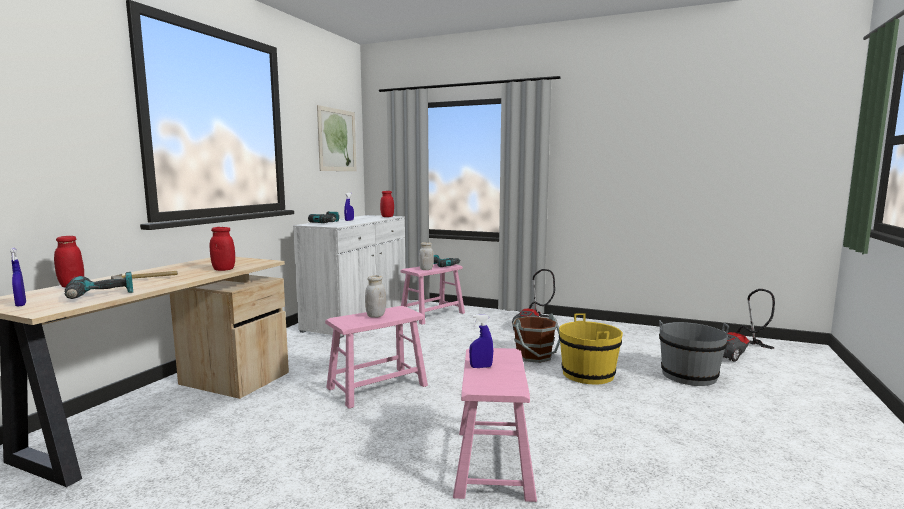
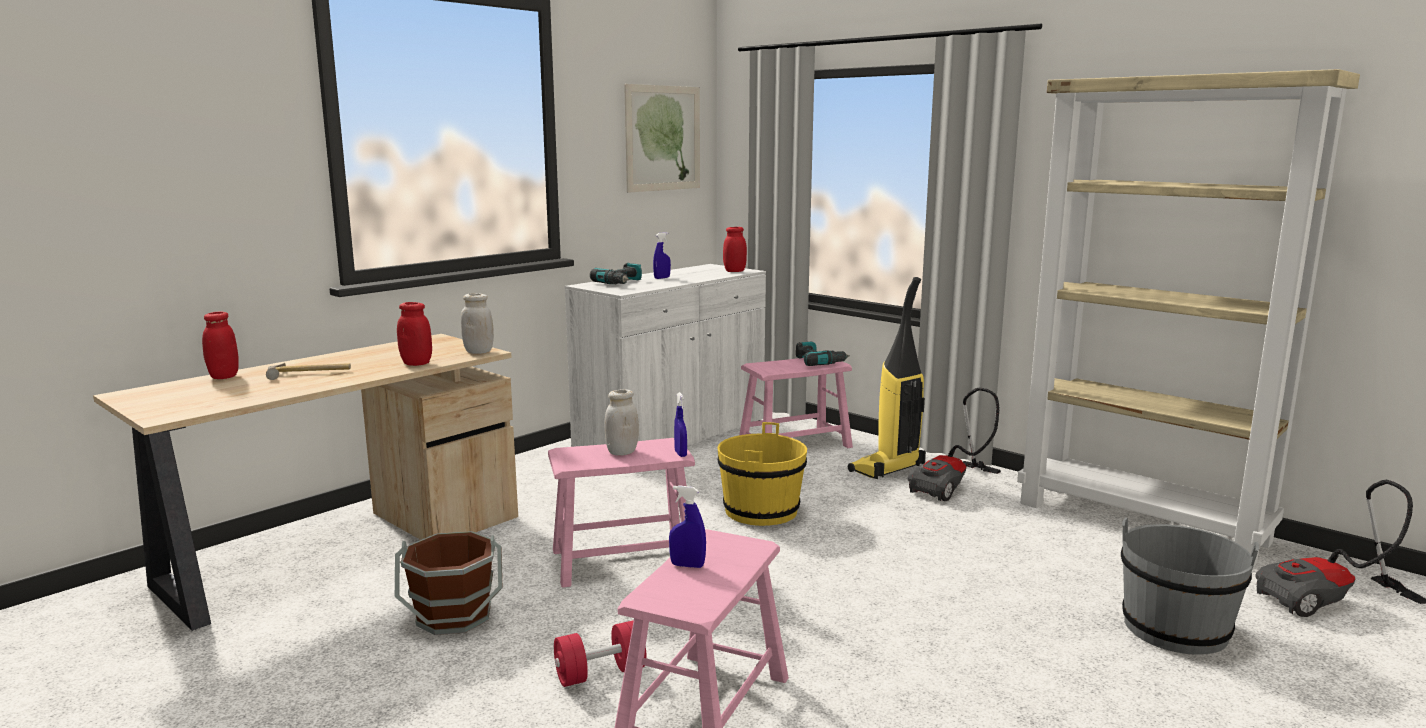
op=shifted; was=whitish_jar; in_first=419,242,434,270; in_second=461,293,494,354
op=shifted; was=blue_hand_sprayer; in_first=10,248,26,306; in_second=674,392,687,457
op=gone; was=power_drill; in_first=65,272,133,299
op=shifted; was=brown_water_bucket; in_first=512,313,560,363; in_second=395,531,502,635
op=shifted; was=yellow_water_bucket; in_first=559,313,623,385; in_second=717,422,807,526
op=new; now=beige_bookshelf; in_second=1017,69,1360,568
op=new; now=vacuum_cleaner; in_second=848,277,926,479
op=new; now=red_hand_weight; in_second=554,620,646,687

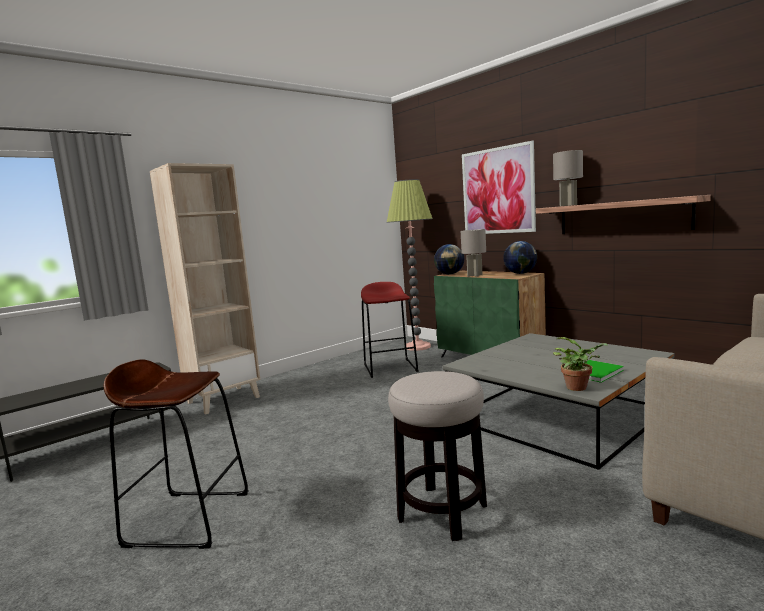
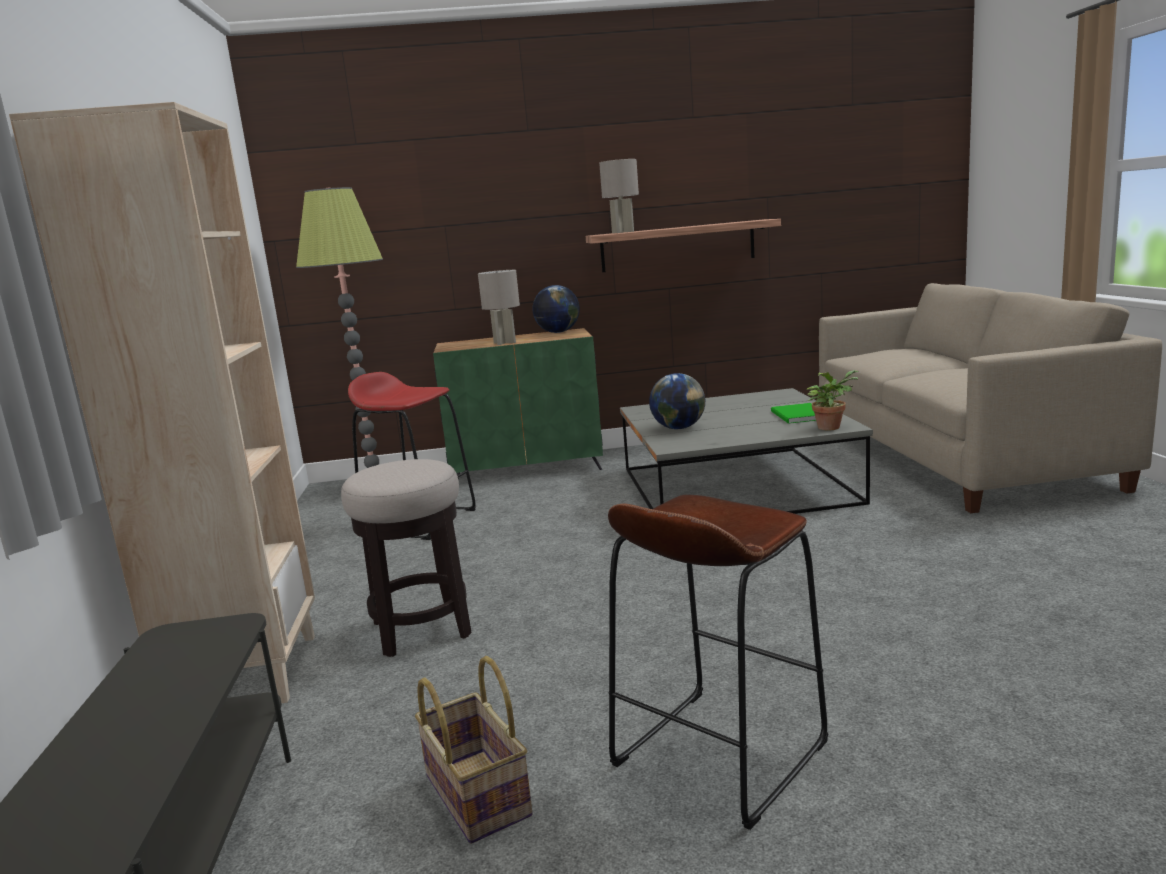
op=gone; was=wall_picture; in_first=462,141,536,234
op=shifted; was=desk_globe; in_first=434,244,464,274; in_second=649,373,705,429
op=shifted; was=stool_seat; in_first=388,371,487,541; in_second=341,459,472,657
op=new; now=storage_basket; in_second=415,656,533,844

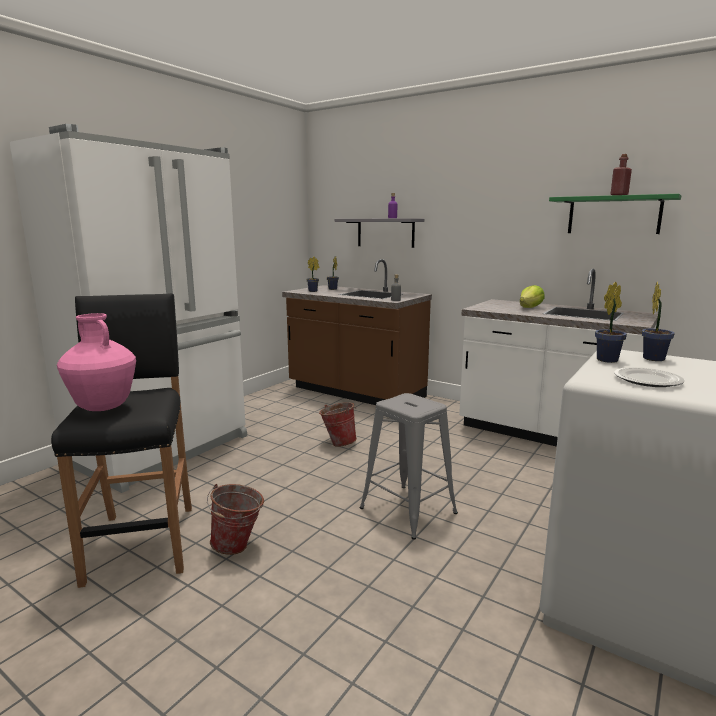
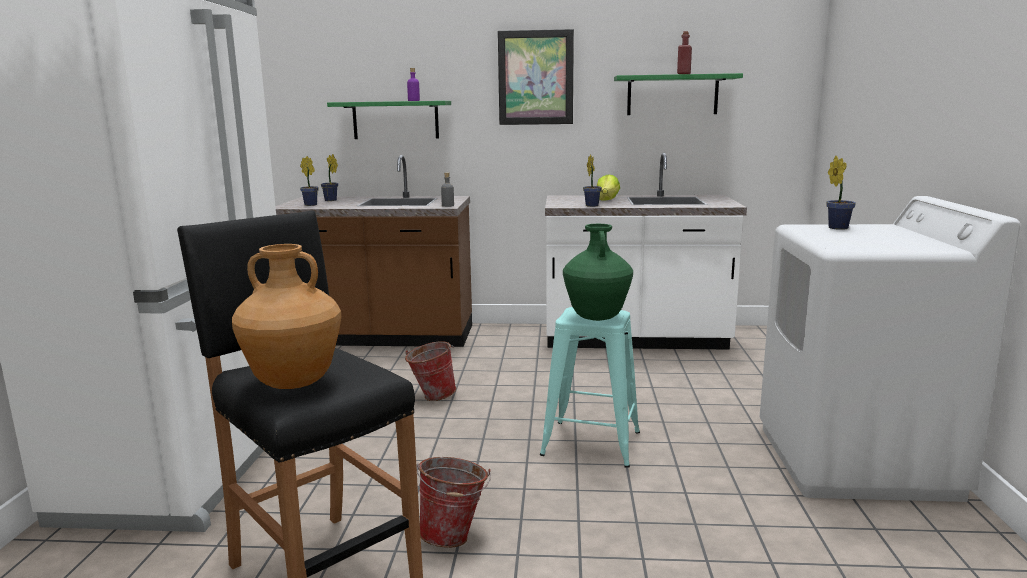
op=repainted; was=gray_bracket_shelf; now=green_bracket_shelf; in_first=335,218,424,248; in_second=327,101,451,139
op=shifted; was=potted_plant; in_first=595,282,627,363; in_second=583,155,602,207
op=repainted; was=pinkish_decorative_vase; now=brown_decorative_vase; in_first=57,313,136,411; in_second=232,244,341,389
op=gone; was=plate; in_first=614,367,685,387
op=repainted; was=gray_stool_seat; now=blue-green_stool_seat; in_first=360,393,458,540; in_second=540,307,640,468
op=new; now=wall_picture; in_second=498,29,574,125
op=new; now=green_decorative_vase; in_second=563,224,633,321

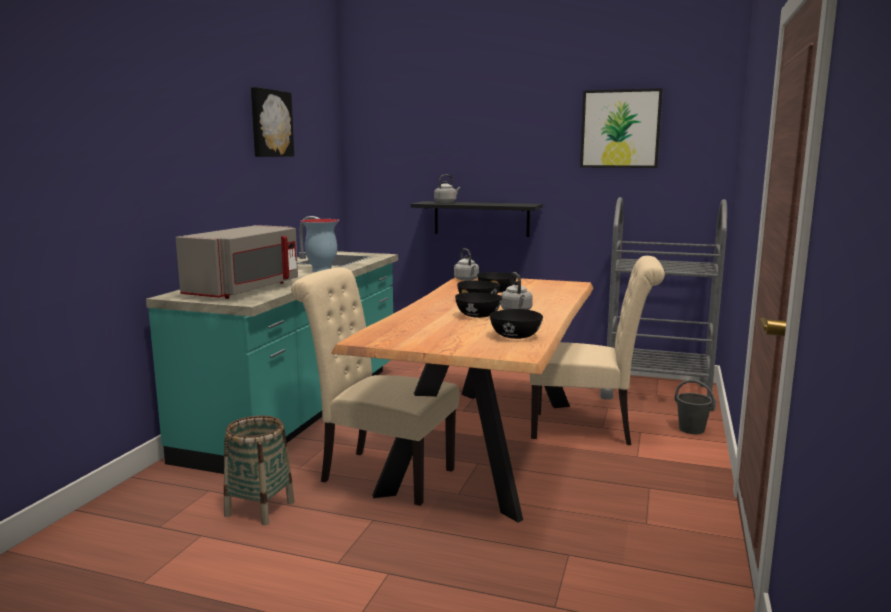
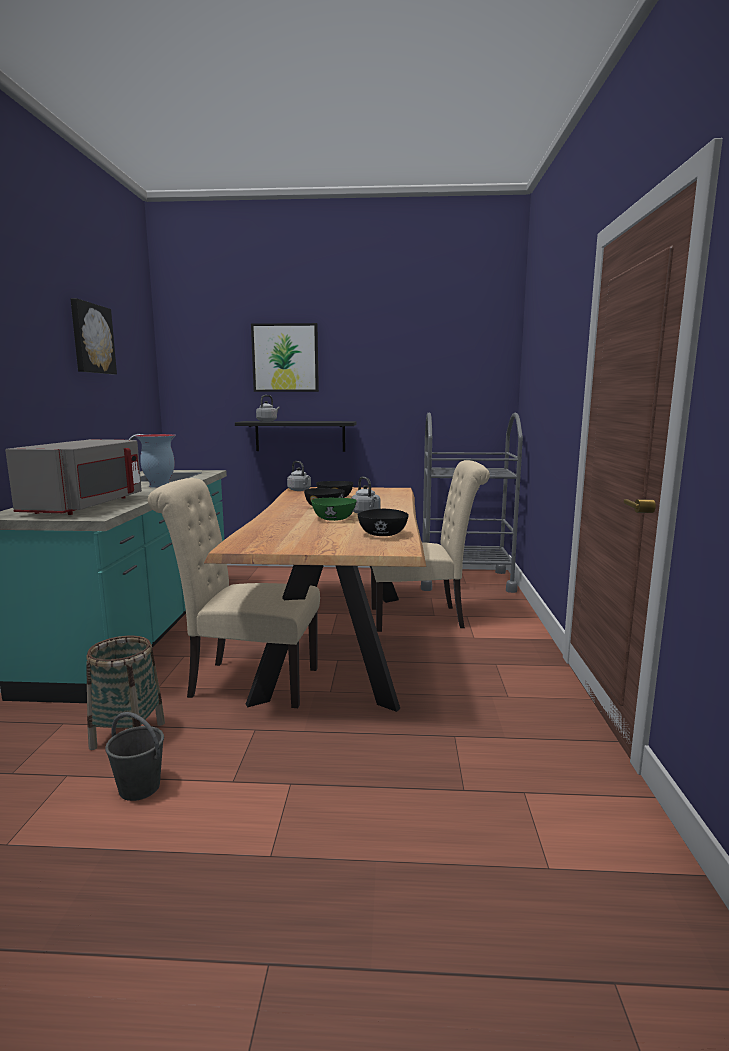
op=shifted; was=wall_picture; in_first=580,88,663,168; in_second=251,323,319,392
op=repainted; was=black_deep_dish; now=green_deep_dish; in_first=455,293,502,318; in_second=311,498,357,521
op=shifted; was=gray_water_bucket; in_first=675,380,715,434; in_second=105,712,164,801

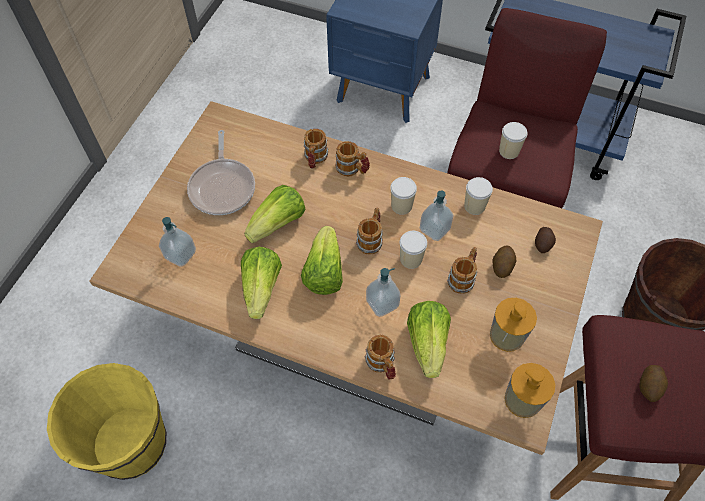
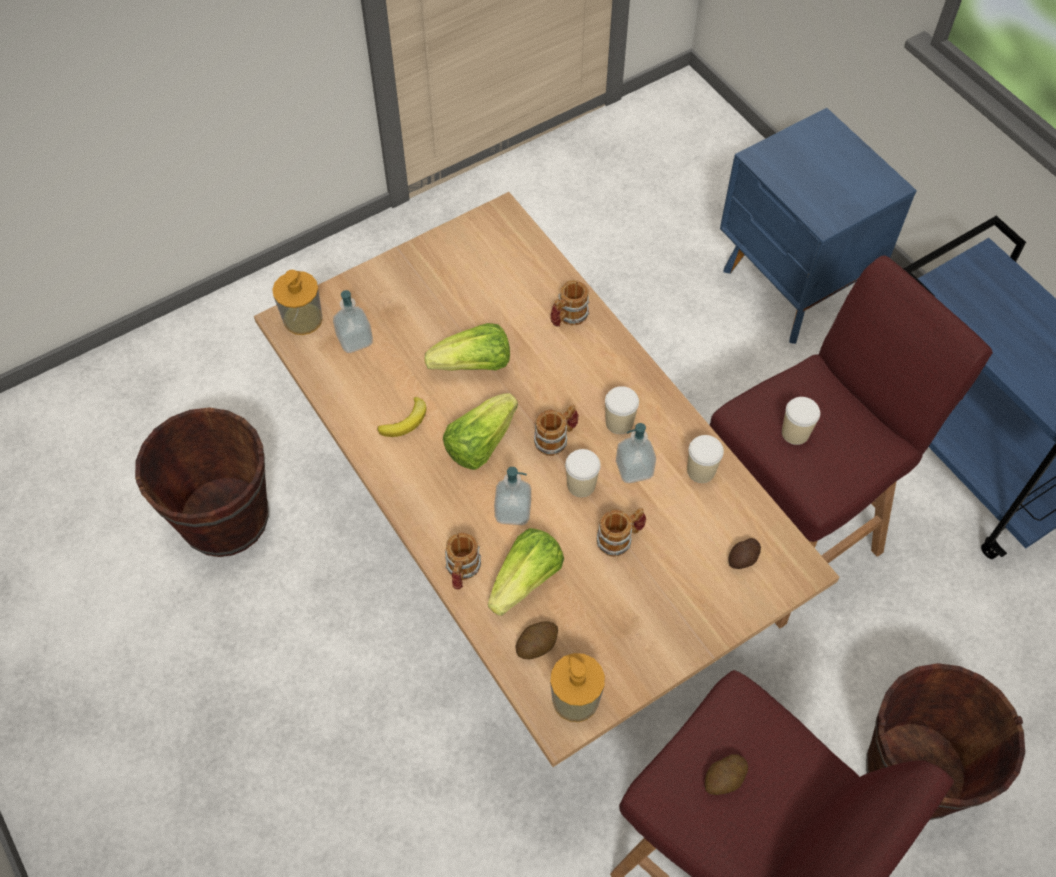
op=gone; was=pan; in_first=187,130,255,215
op=gone; was=tea_mug; in_first=336,141,370,177
op=shifted; was=potato; in_first=493,245,516,278; in_second=515,622,558,660
op=swapped; was=lettuce; now=banana; in_first=241,247,282,319; in_second=377,397,427,437
op=shifted; was=liquid_soap_bottle; in_first=490,298,537,352; in_second=272,270,323,335
op=repainted; was=yellow_water_bucket; now=brown_water_bucket; in_first=47,363,166,480; in_second=135,408,269,557

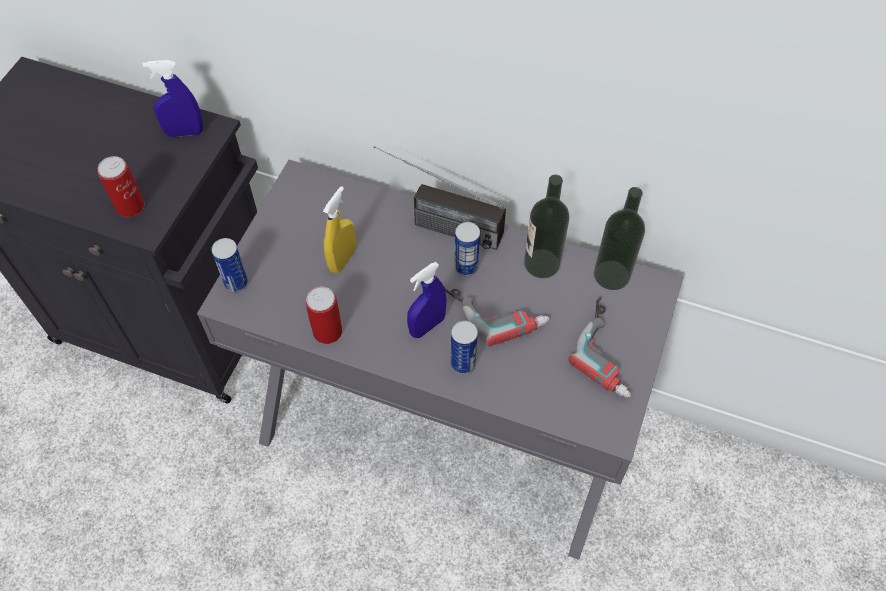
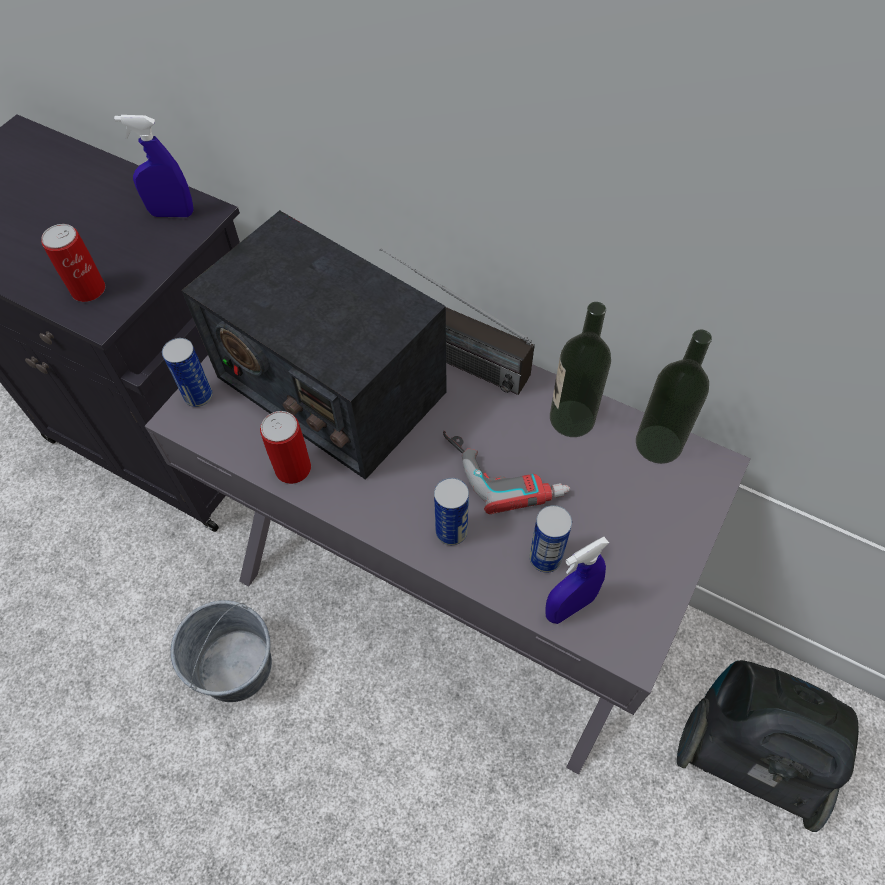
op=swapped; was=yellow_hand_sprayer; now=radio_set; in_first=323,186,356,273; in_second=182,210,447,480
op=shifted; was=sealed_can; in_first=455,222,480,277; in_second=529,505,572,573
op=shifted; was=blue_hand_sprayer; in_first=407,262,447,338; in_second=545,537,609,624
op=gone; was=power_drill; in_first=568,297,631,398
op=new; now=gray_water_bucket; in_second=171,600,272,702
op=new; now=vacuum_cleaner; in_second=677,660,859,832

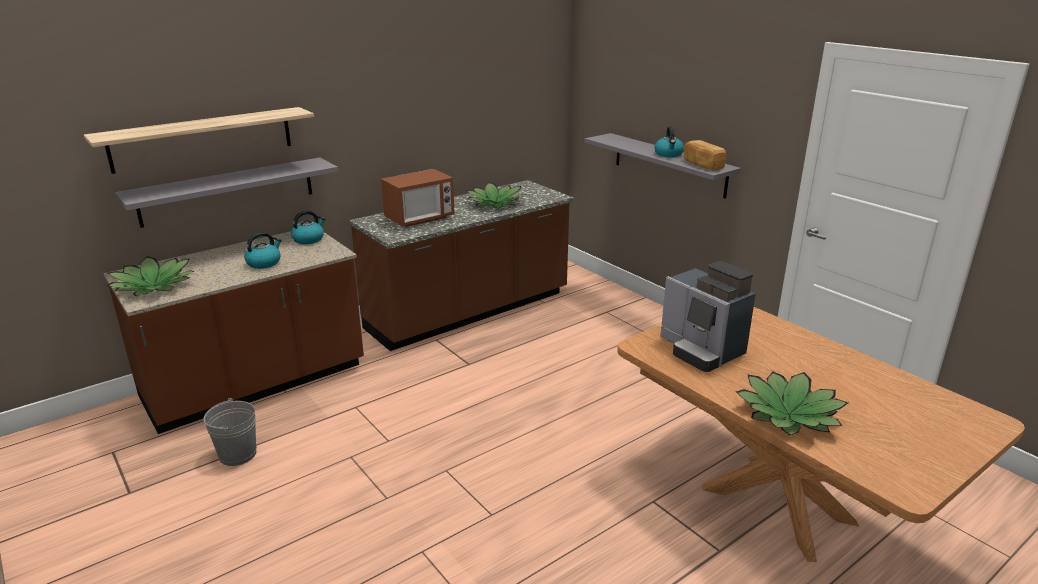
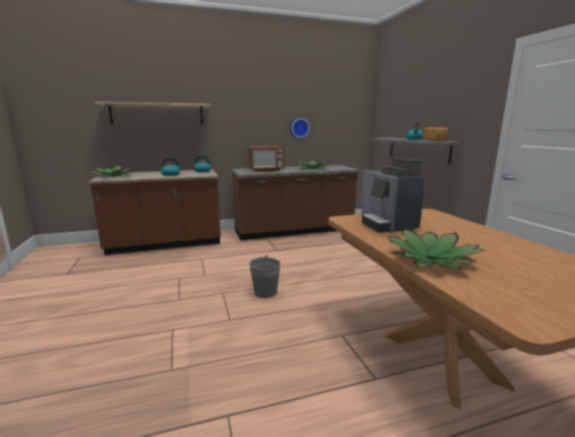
op=gone; was=gray_bracket_shelf; in_first=115,157,338,228
op=shifted; was=gray_water_bucket; in_first=203,398,257,466; in_second=249,255,280,298
op=new; now=wall_clock; in_second=290,117,310,139

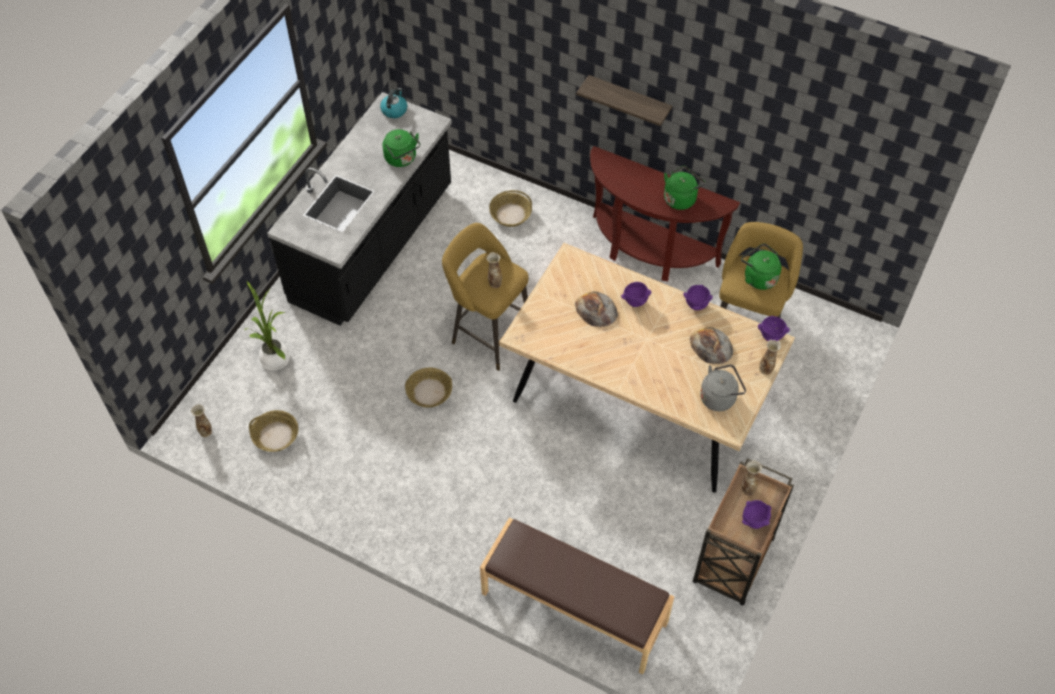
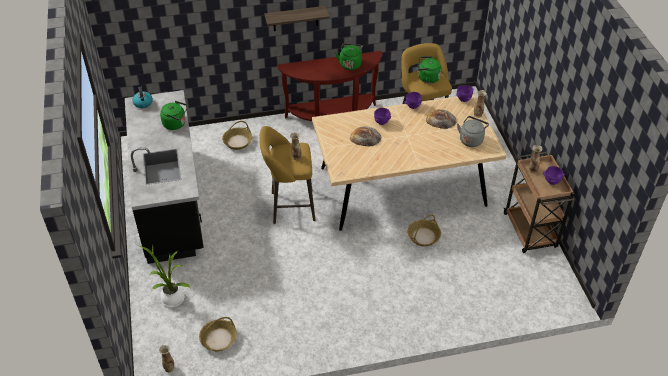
op=shifted; was=storage_basket; in_first=405,367,452,407; in_second=408,214,441,247
op=gone; was=brown_bench; in_first=480,517,675,674

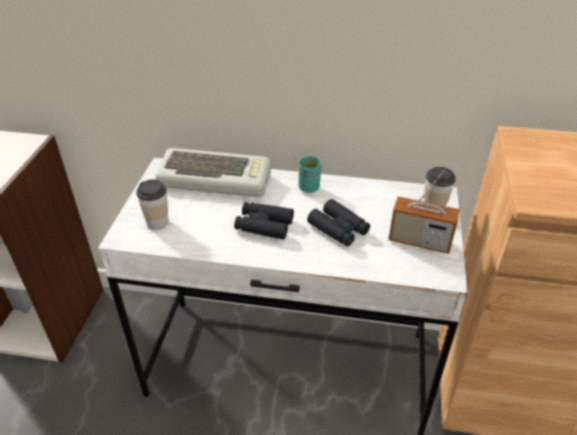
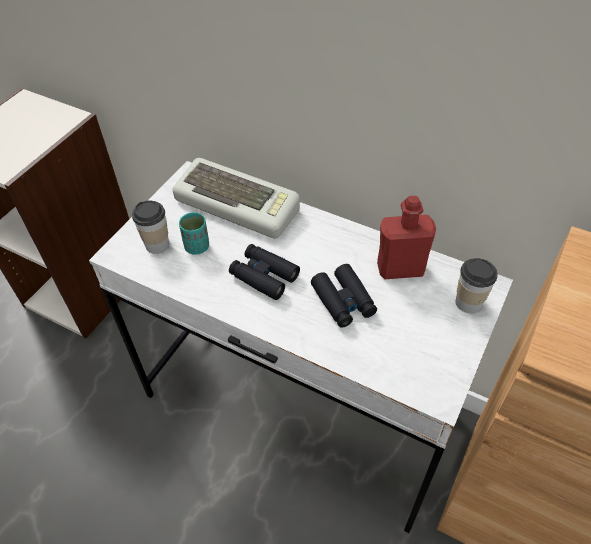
op=shifted; was=blue-green_cup; in_first=298,156,321,193; in_second=179,212,209,255
op=gone; was=radio_set; in_first=389,164,460,254
op=new; now=red_bottle; in_second=377,196,436,279

